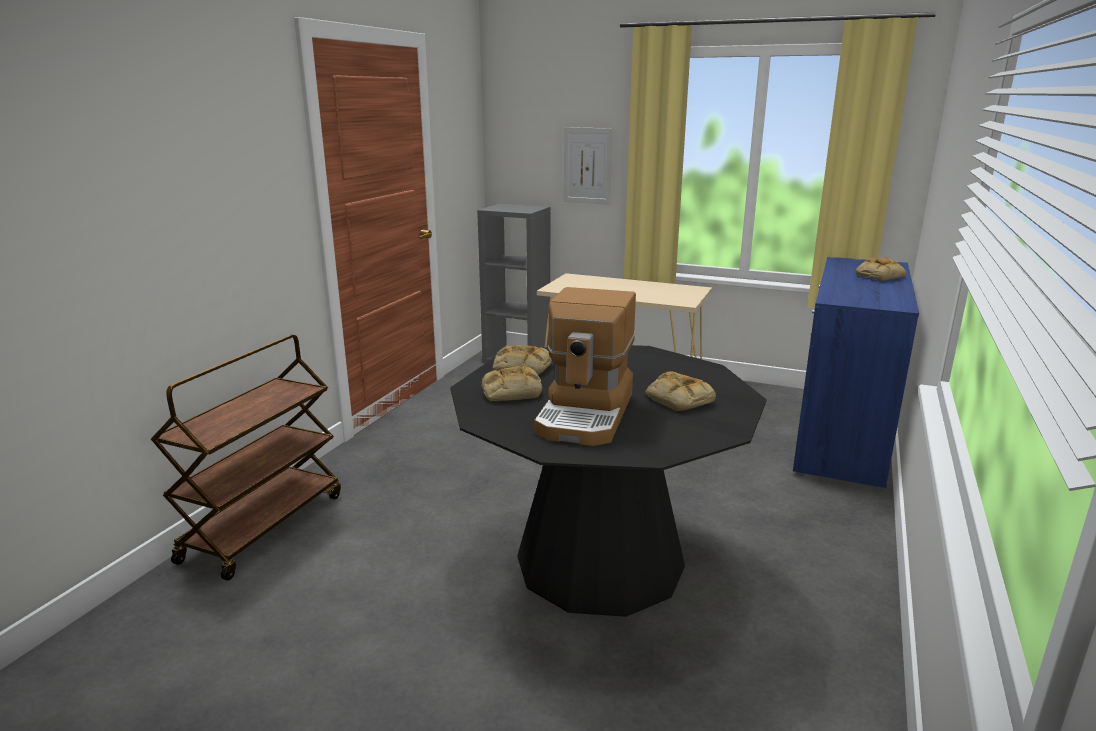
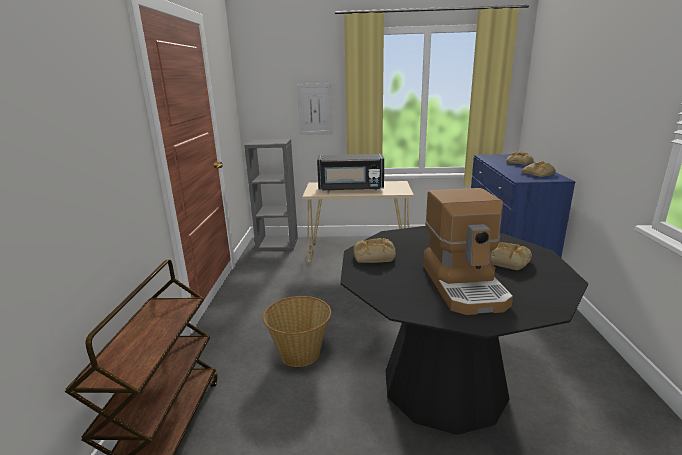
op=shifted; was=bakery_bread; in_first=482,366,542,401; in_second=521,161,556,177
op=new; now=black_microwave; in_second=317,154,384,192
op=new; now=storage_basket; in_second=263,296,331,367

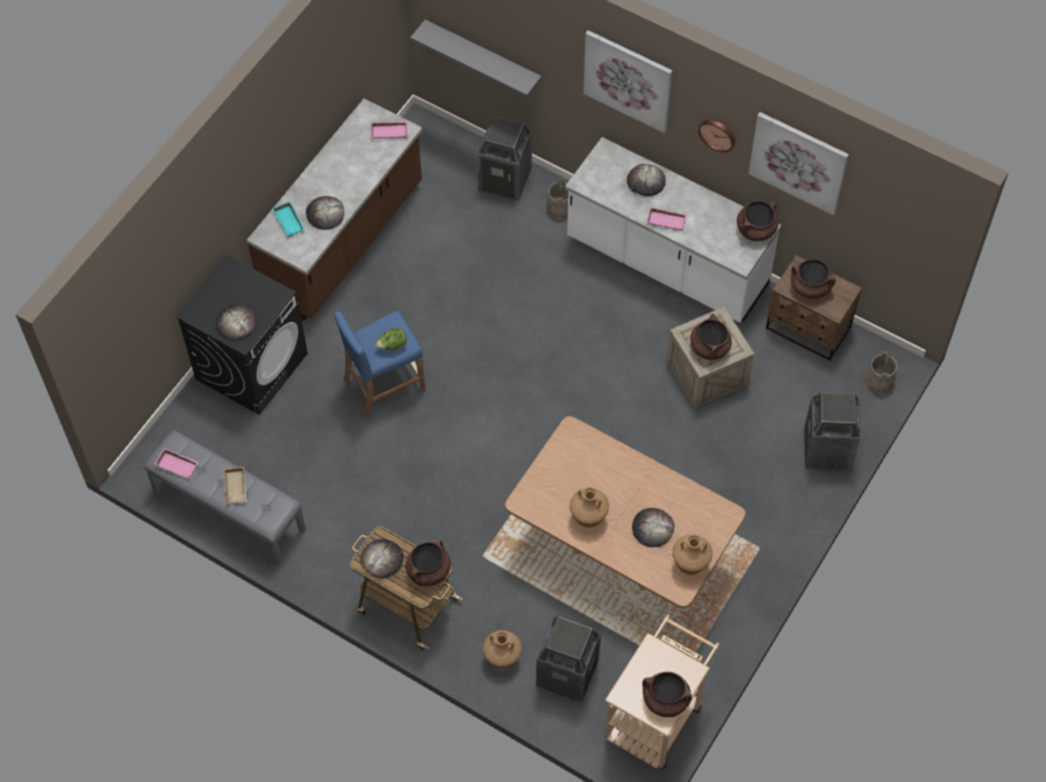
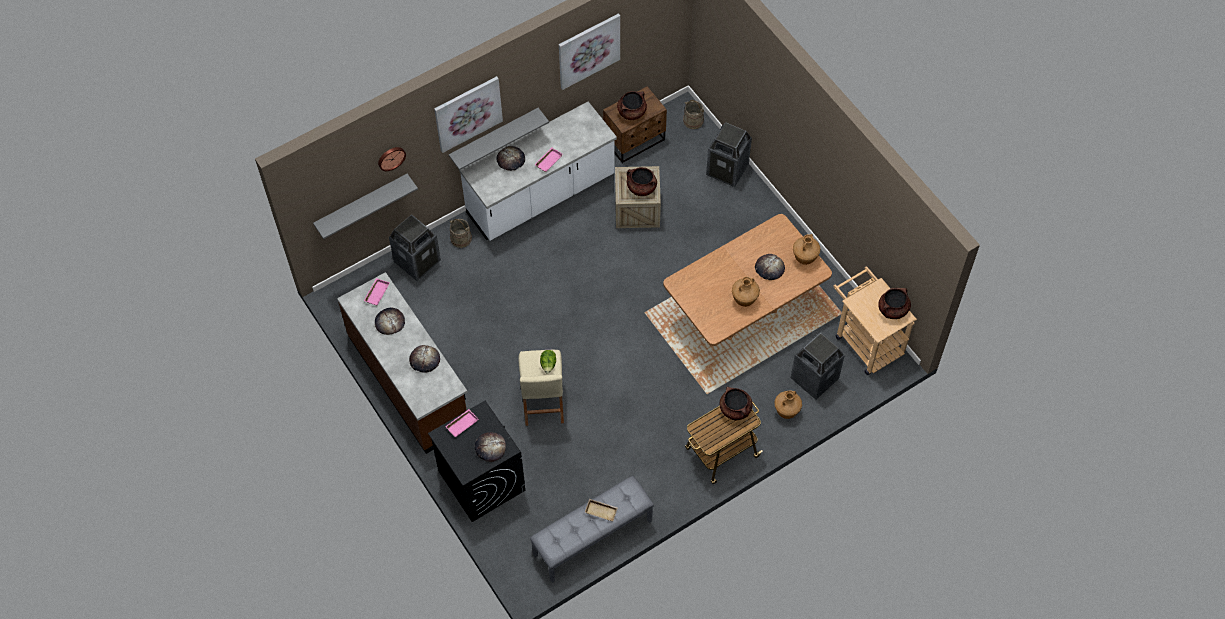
op=shifted; was=wall_clock; in_first=698,120,735,152; in_second=378,147,406,171
op=gone; was=blue-green_serving_tray; in_first=272,201,305,237
op=gone; was=brown_stockpot; in_first=737,201,778,242
op=repainted; was=blue_stool_seat; now=beige_stool_seat; in_first=334,311,426,418; in_second=518,350,564,426
op=shifted; was=pinkish_serving_tray; in_first=155,448,199,479; in_second=445,409,479,437
op=shifted; was=bakery_bread; in_first=360,539,404,579; in_second=375,308,405,335
op=new; now=gray_bracket_shelf; in_second=449,108,549,170

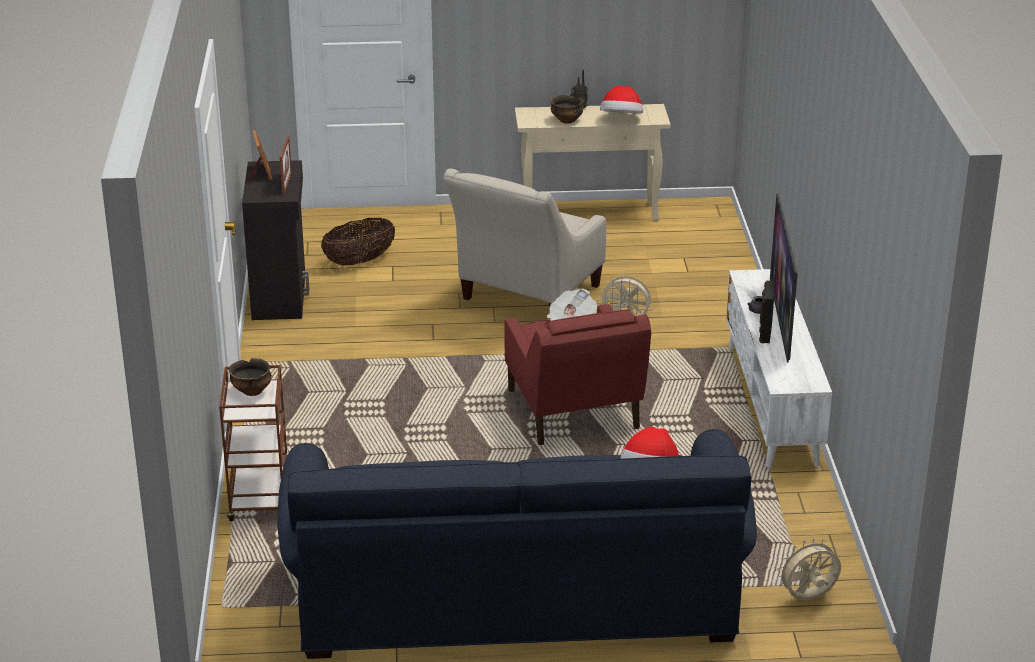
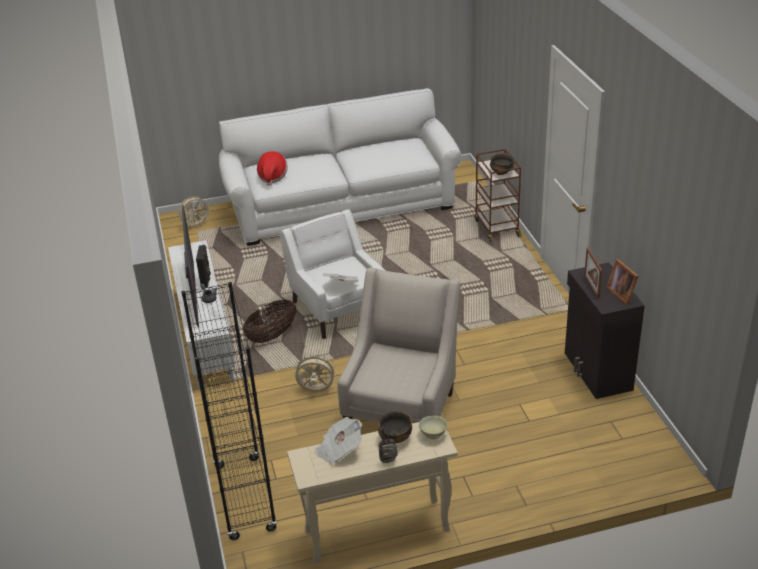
op=swapped; was=clothing_hat; now=daily_paper; in_first=600,86,643,113; in_second=314,417,362,465
op=shifted; was=storage_basket; in_first=321,218,395,266; in_second=243,299,297,343
op=repainted; was=red_armchair; now=whitish_armchair; in_first=505,304,651,445; in_second=280,209,386,339
op=repainted; was=blue_settee; now=whitish_settee; in_first=277,429,757,659; in_second=219,88,462,246
op=new; now=black_bookshelf; in_second=181,282,277,540
op=new; now=beige_deep_dish; in_second=419,416,448,440

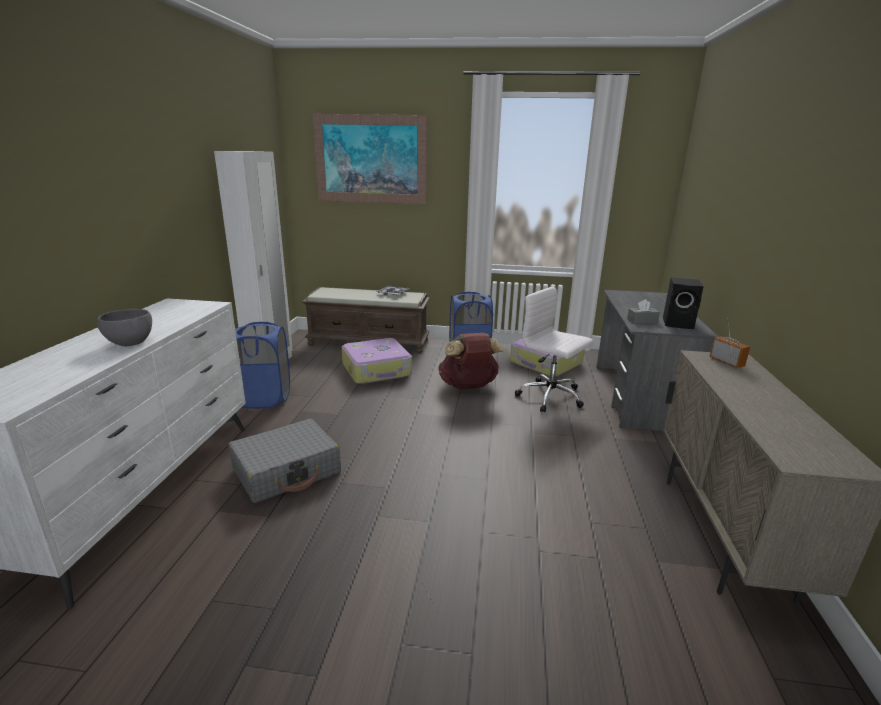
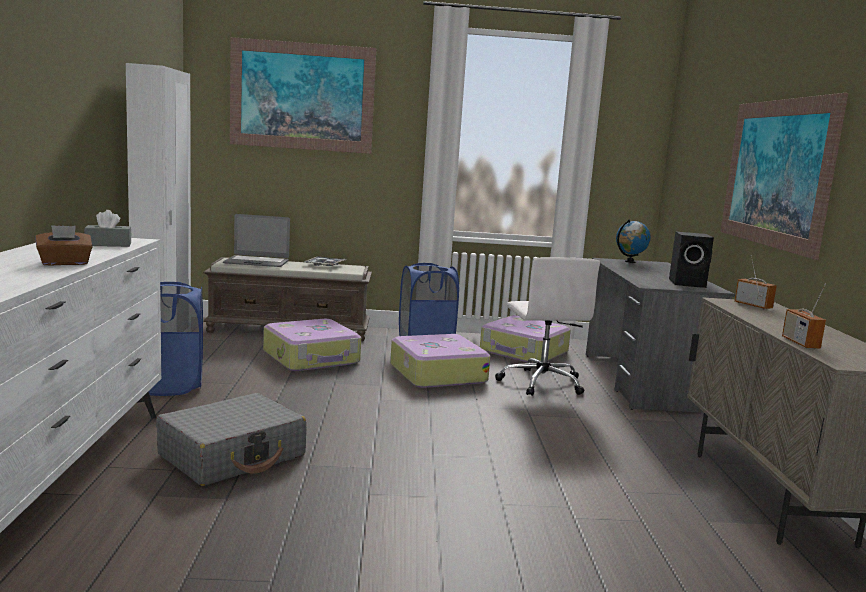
op=rotated; was=whitish_computer_chair; in_first=515,286,593,413; in_second=495,257,600,396; clockwise=-135
op=shifted; was=gray_box_of_tissues; in_first=627,299,660,324; in_second=84,210,132,247
op=swapped; was=gray_deep_dish; now=brown_box_of_tissues; in_first=97,309,152,346; in_second=35,225,93,266
op=swapped; was=brown_backpack; now=suitcase; in_first=438,333,503,389; in_second=390,334,490,388
op=new; now=wall_picture; in_second=720,93,848,260
op=new; now=portable_computer; in_second=223,214,290,267
op=new; now=desk_globe; in_second=616,220,651,263
op=new; now=radio_set; in_second=782,284,826,349

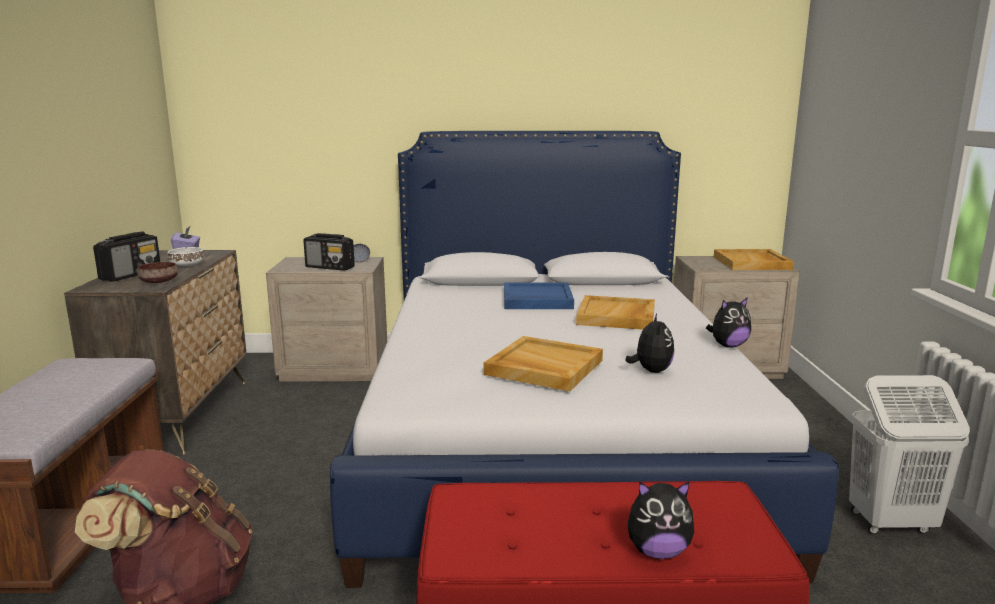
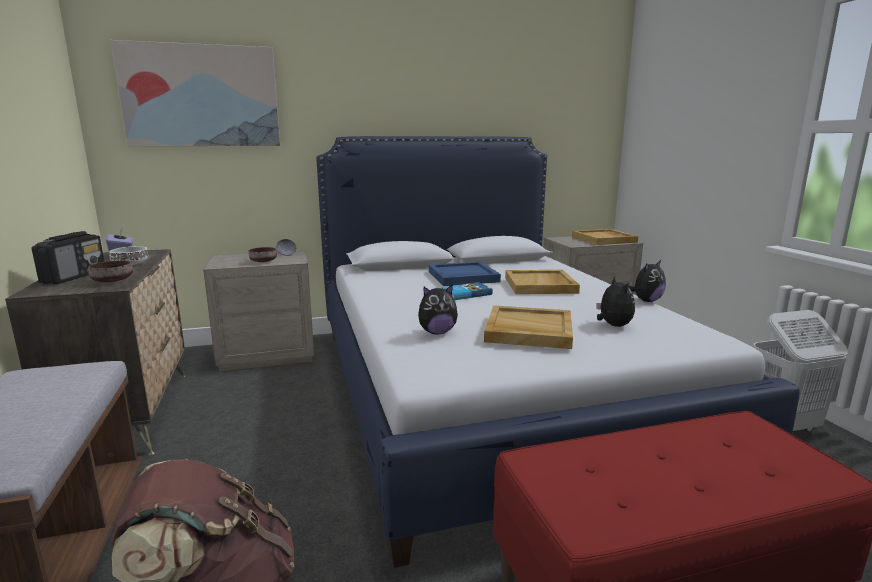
op=swapped; was=radio_set; now=brown_deep_dish; in_first=303,233,355,271; in_second=249,247,277,262
op=shifted; was=plush_toy; in_first=628,481,694,559; in_second=418,284,458,334
op=new; now=wall_picture; in_second=111,40,280,146
op=new; now=bound_book; in_second=441,282,493,300

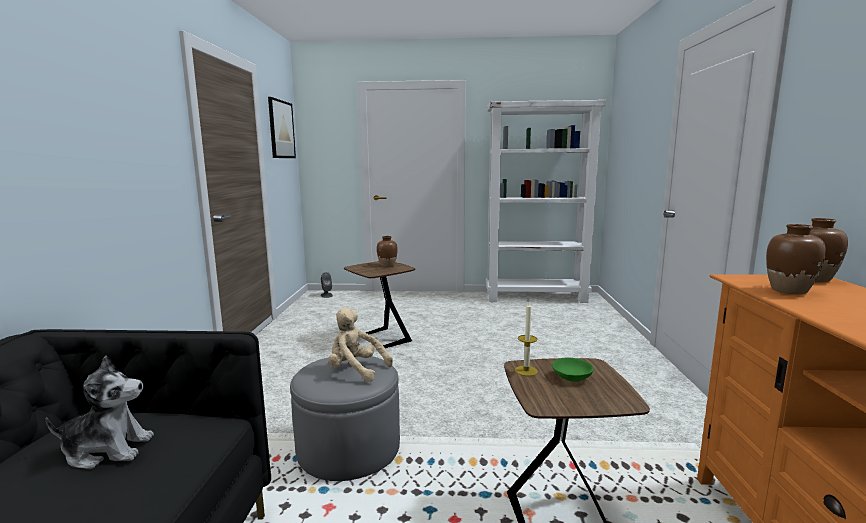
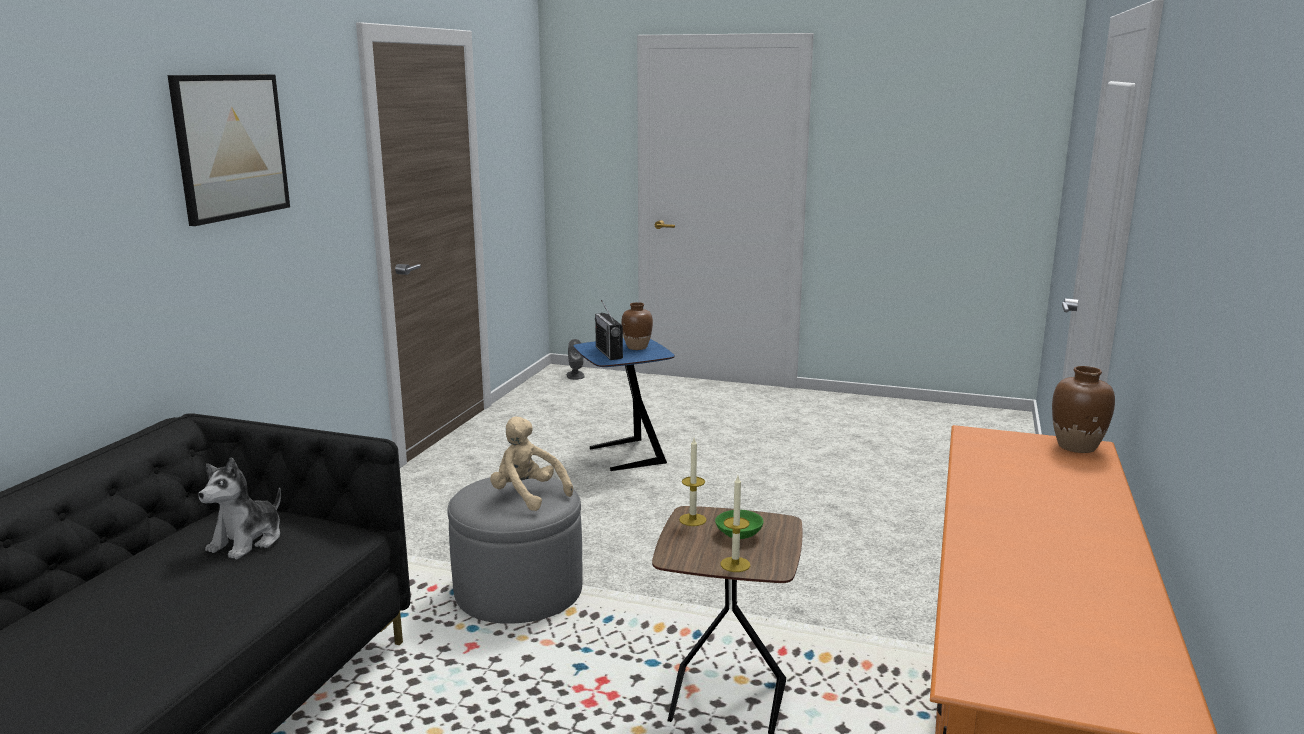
op=shifted; was=wall_picture; in_first=268,97,296,158; in_second=167,75,290,226
op=gone; was=whitish_bookshelf; in_first=486,100,606,303
op=gone; was=brown_decorative_vase; in_first=766,224,826,294
op=repainted; was=brown_end_table; now=blue_end_table; in_first=344,261,415,348; in_second=573,338,675,471
op=rotated; was=plush_toy; in_first=45,356,154,469; in_second=198,457,281,560; clockwise=105
op=new; now=radio_set; in_second=595,300,623,360
op=new; now=wax_light; in_second=720,476,750,572

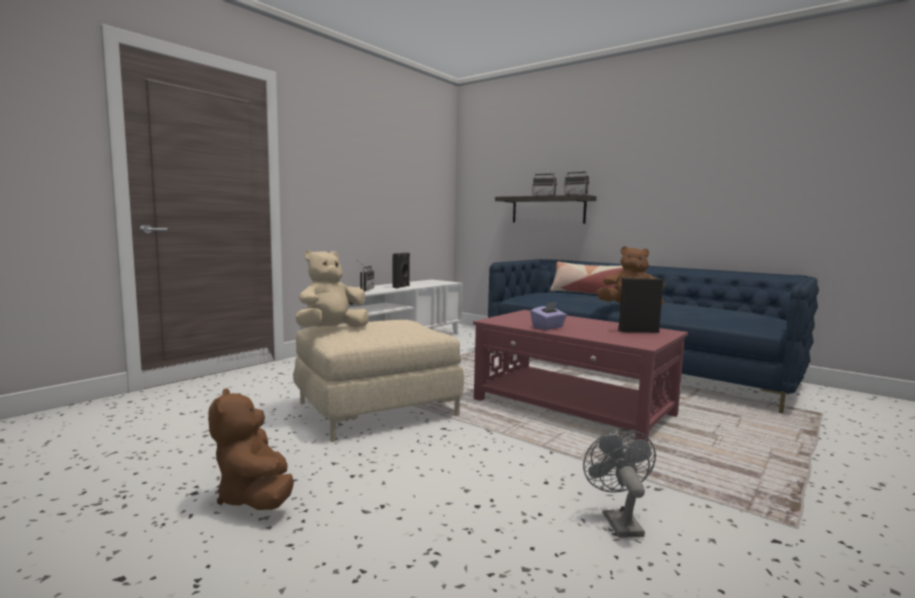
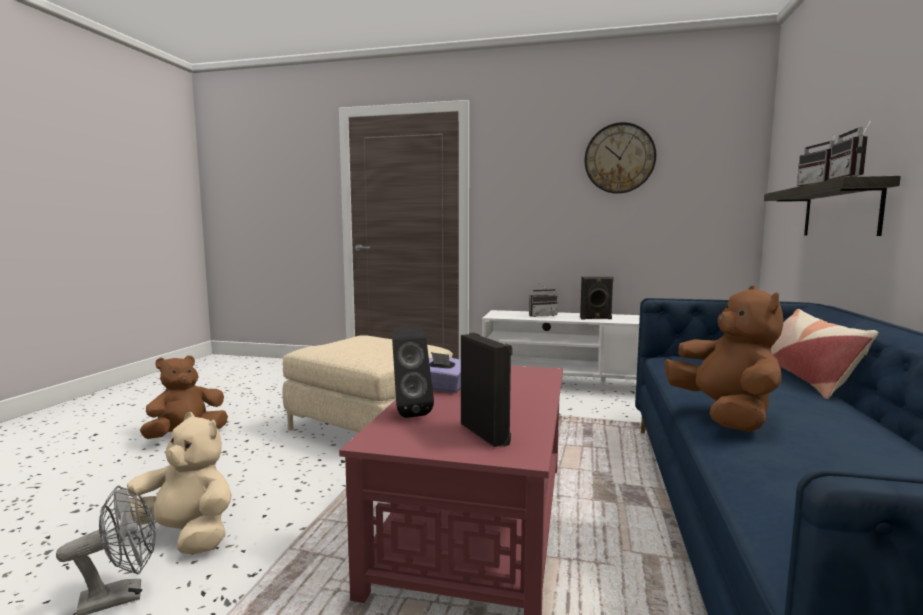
op=shifted; was=beige_plush_toy; in_first=296,250,369,328; in_second=118,412,232,555
op=new; now=wall_clock; in_second=585,122,656,194
op=new; now=black_loudspeaker; in_second=392,327,434,418

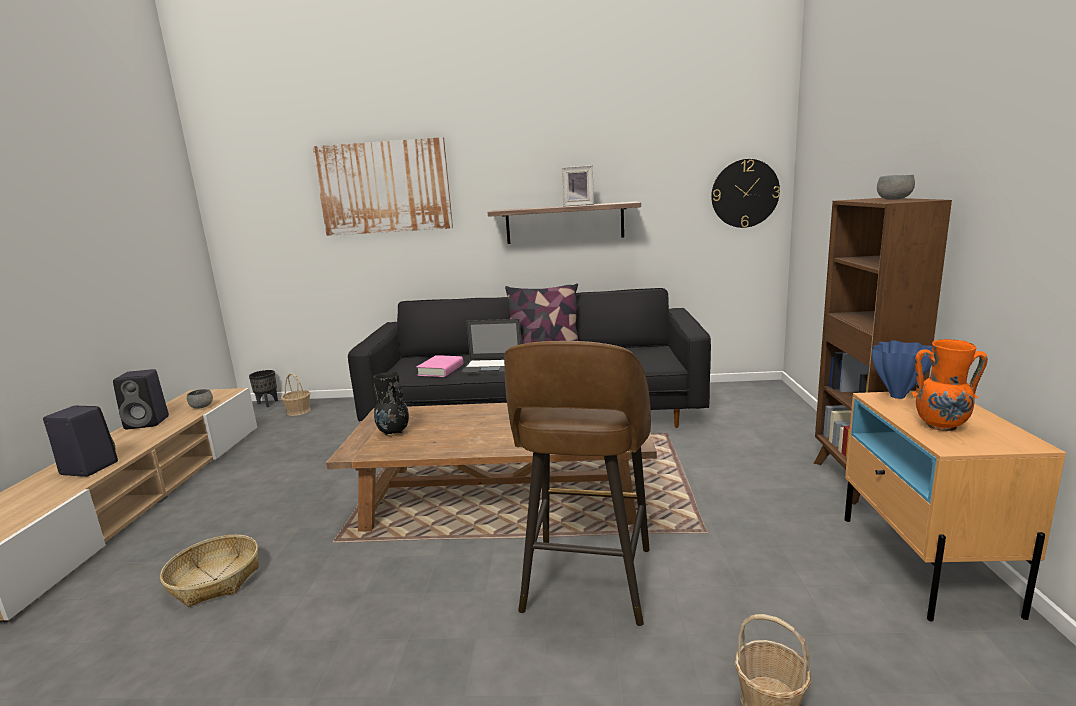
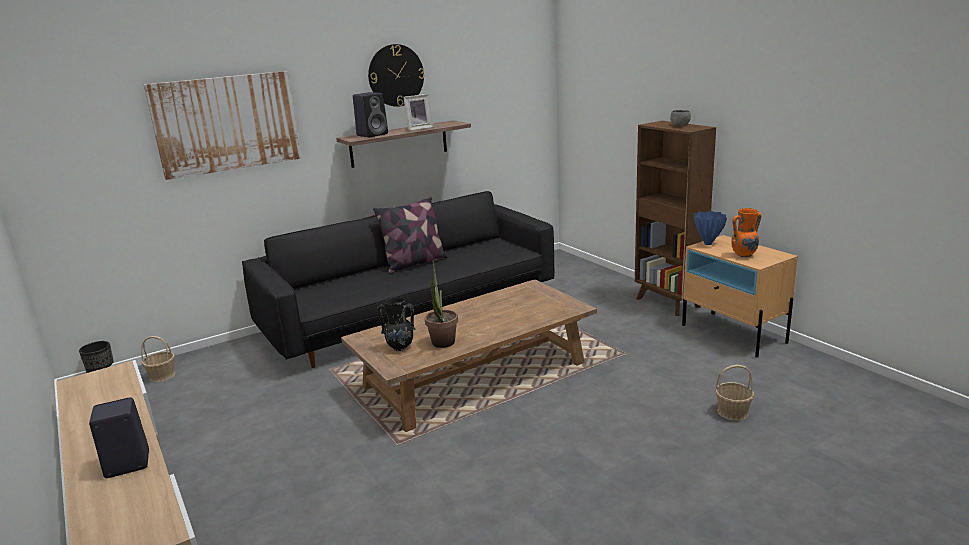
op=shifted; was=wall_clock; in_first=711,159,780,228; in_second=368,44,425,107
op=gone; was=portable_computer; in_first=460,319,521,375
op=gone; was=brown_stool_seat; in_first=504,341,651,626
op=gone; was=pinkish_bound_book; in_first=417,355,463,377
op=shifted; was=black_loudspeaker; in_first=113,369,169,429; in_second=353,92,388,137
op=gone; was=gray_deep_dish; in_first=187,389,213,409
op=gone; was=storage_basket; in_first=160,535,259,607
op=new; now=potted_plant; in_second=425,260,458,348

